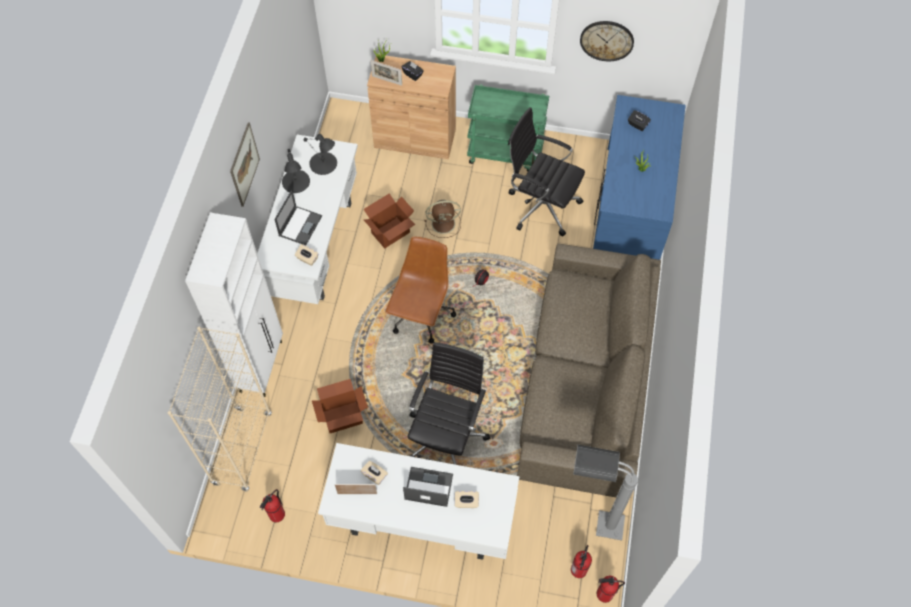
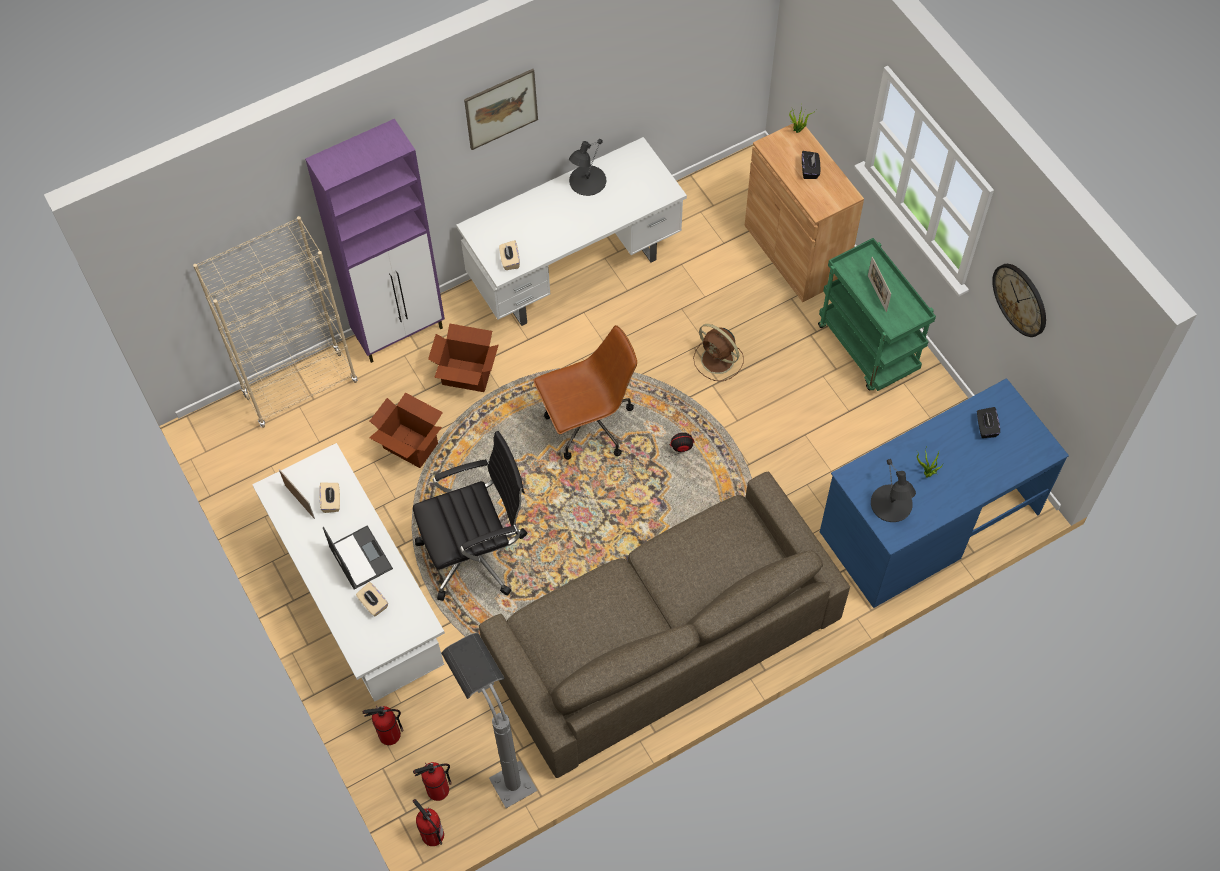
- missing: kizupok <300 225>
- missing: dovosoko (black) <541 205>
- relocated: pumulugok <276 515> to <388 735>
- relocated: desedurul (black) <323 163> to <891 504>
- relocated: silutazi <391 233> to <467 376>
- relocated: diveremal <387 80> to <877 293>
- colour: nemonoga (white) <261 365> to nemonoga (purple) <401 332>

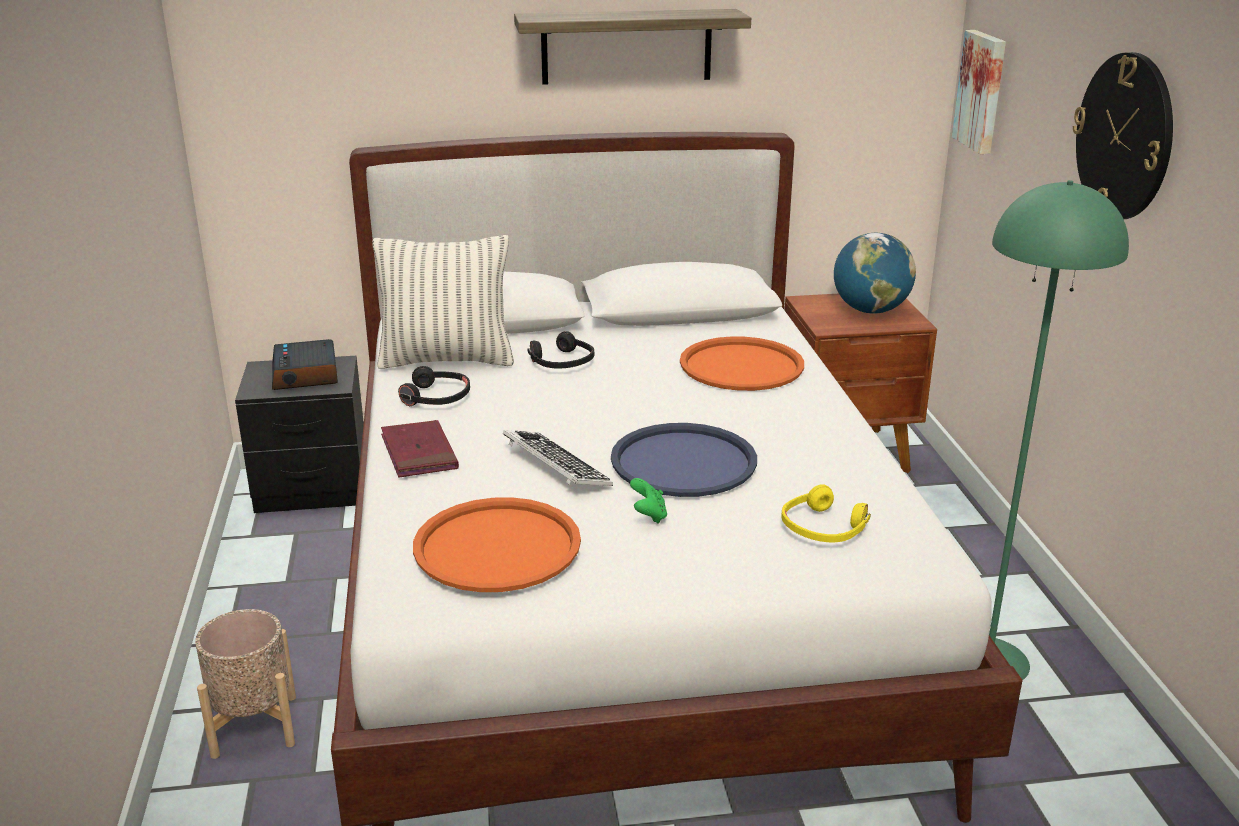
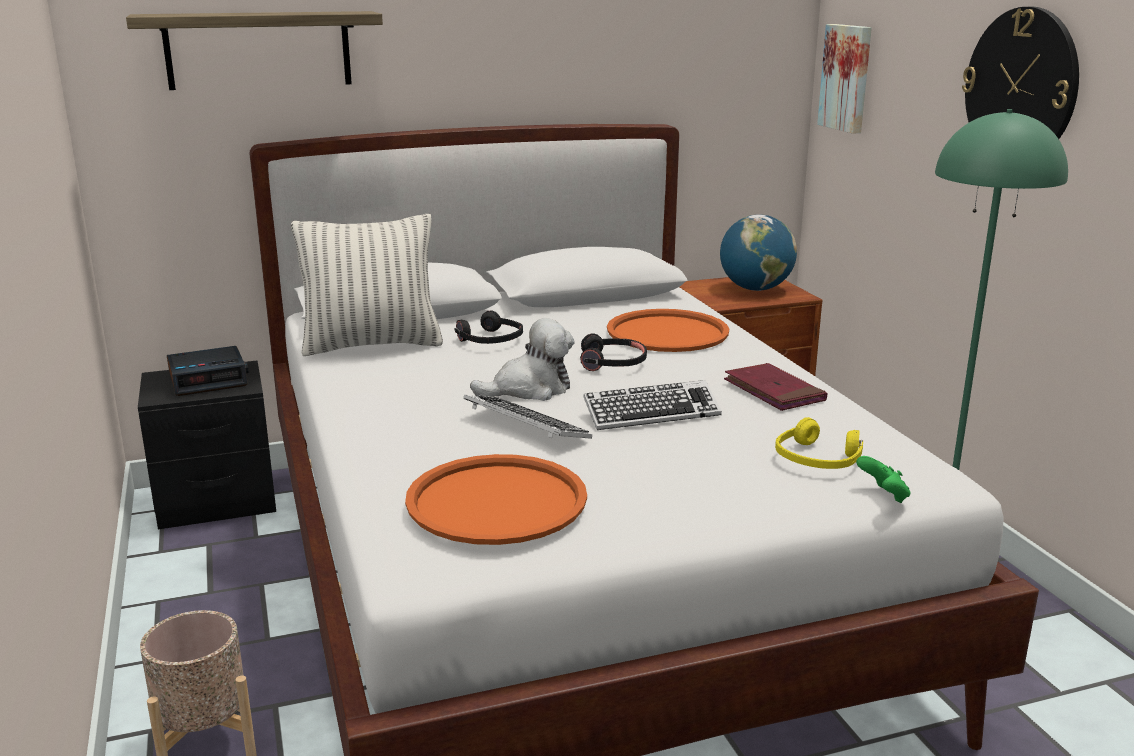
- appeared: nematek <529 389>
- relocated: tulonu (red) <419 453> to <774 391>
- relocated: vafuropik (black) <437 398> to <613 363>
- relocated: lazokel <626 46> to <258 50>
- relocated: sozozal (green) <648 515> to <883 496>
- exchanged: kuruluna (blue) <683 462> to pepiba <651 413>
- spun: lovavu <306 374> = <209 379> 90 degrees counterclockwise

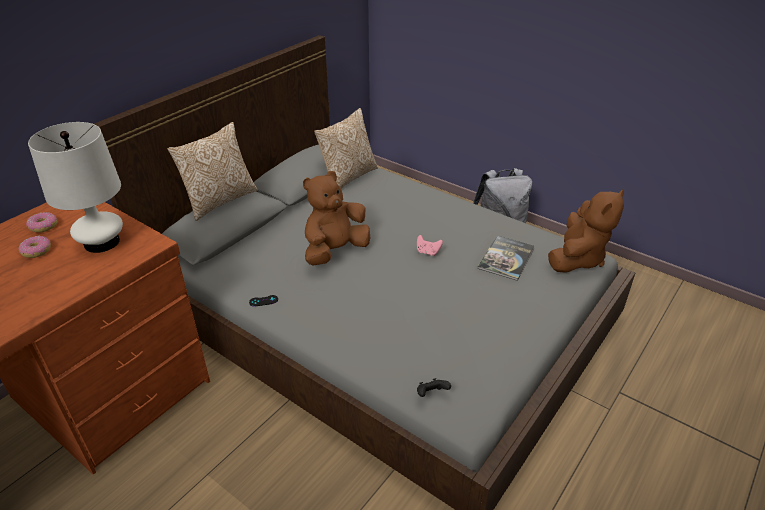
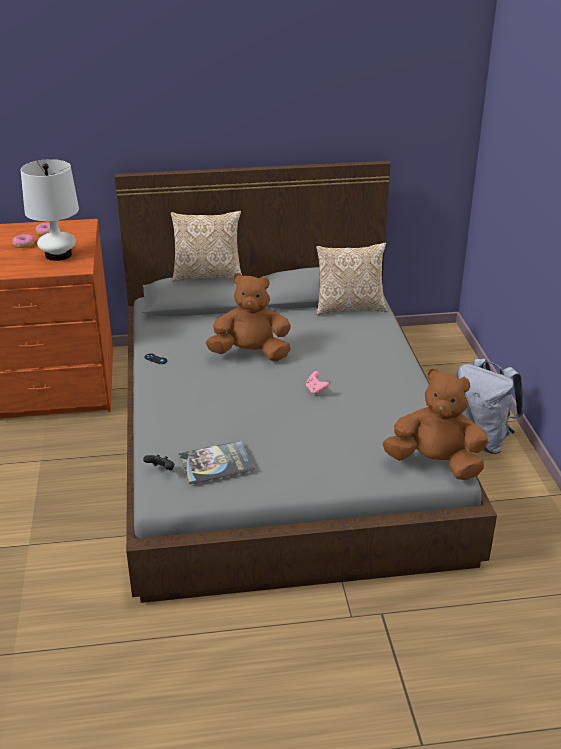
- relocated: tulonu <506 258> to <216 463>
- spun: nematek (brown) <577 258> = <435 463> 150 degrees counterclockwise

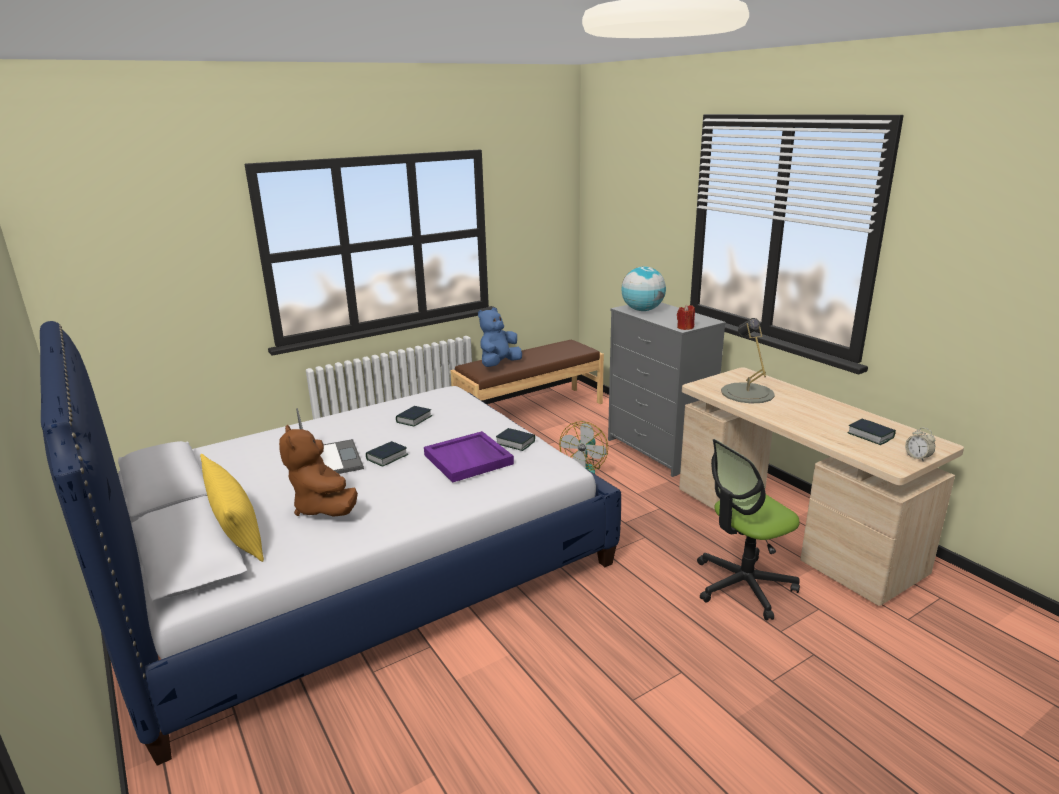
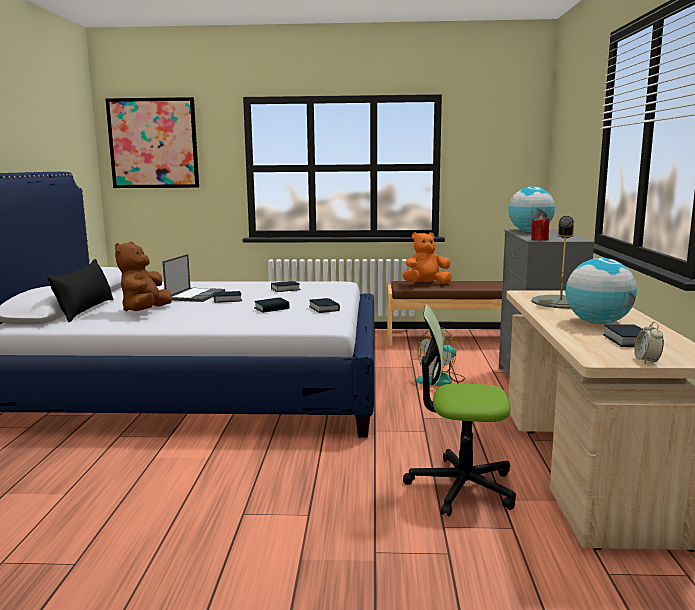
- appeared: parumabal <153 143>
- appeared: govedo <597 323>
- exchanged: kuruluna (purple) <469 459> to tulonu <271 308>
- colour: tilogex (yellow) <236 531> to tilogex (black) <85 310>
- colour: nematek (blue) <499 364> to nematek (orange) <426 284>

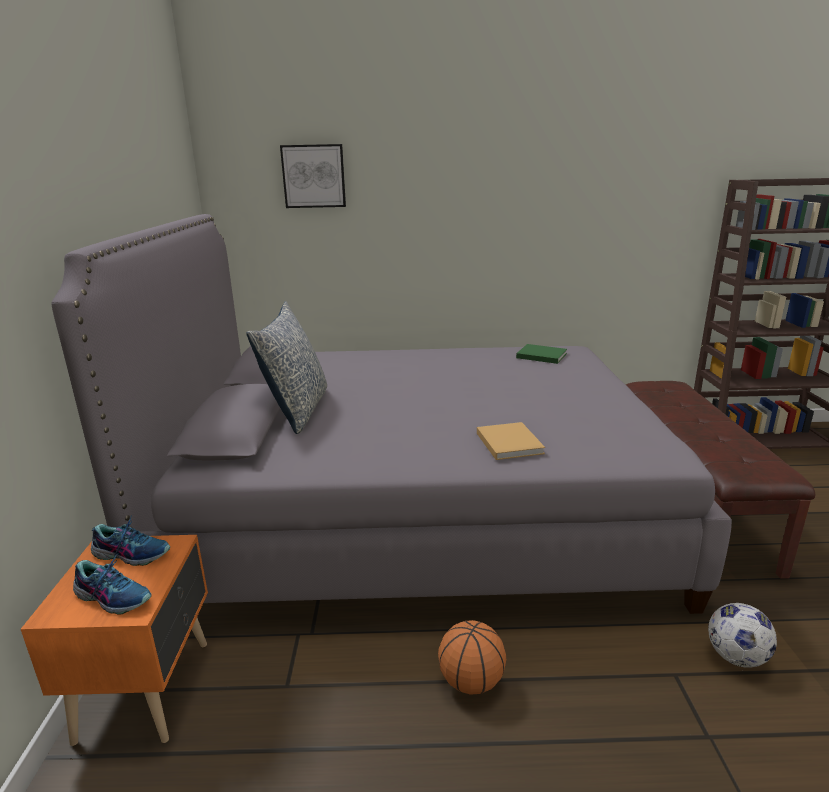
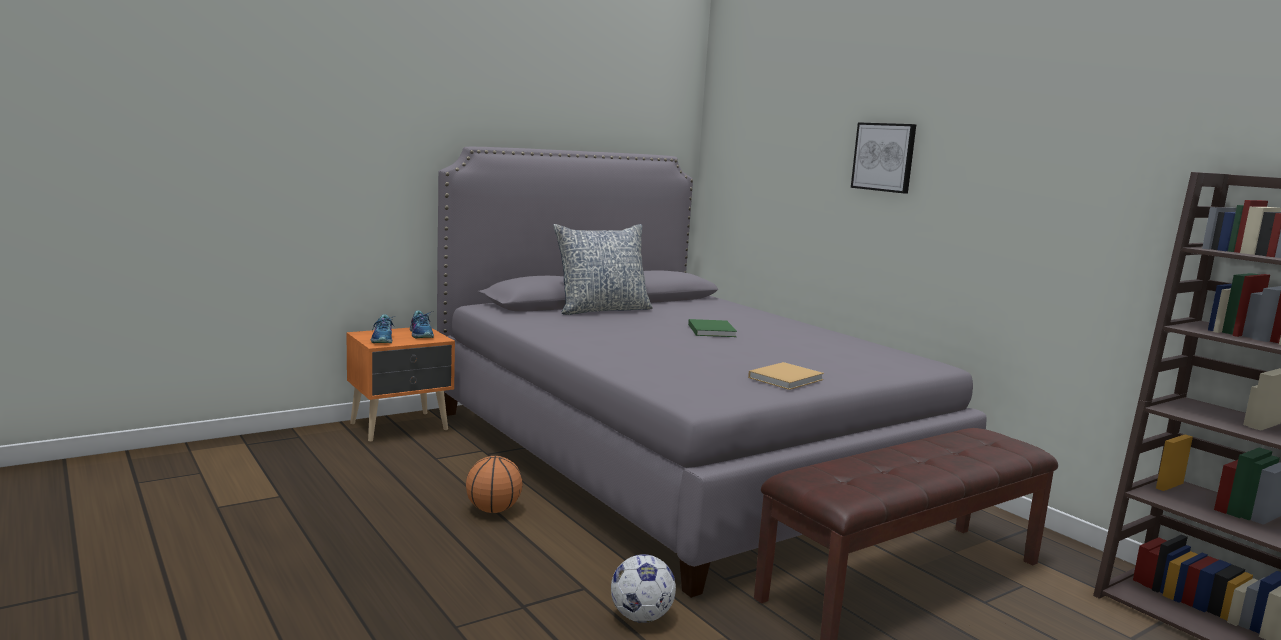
- relocated: parumabal <314 176> to <884 157>
- relocated: tulonu (beige) <508 442> to <787 378>
- relocated: tulonu (green) <540 355> to <711 330>

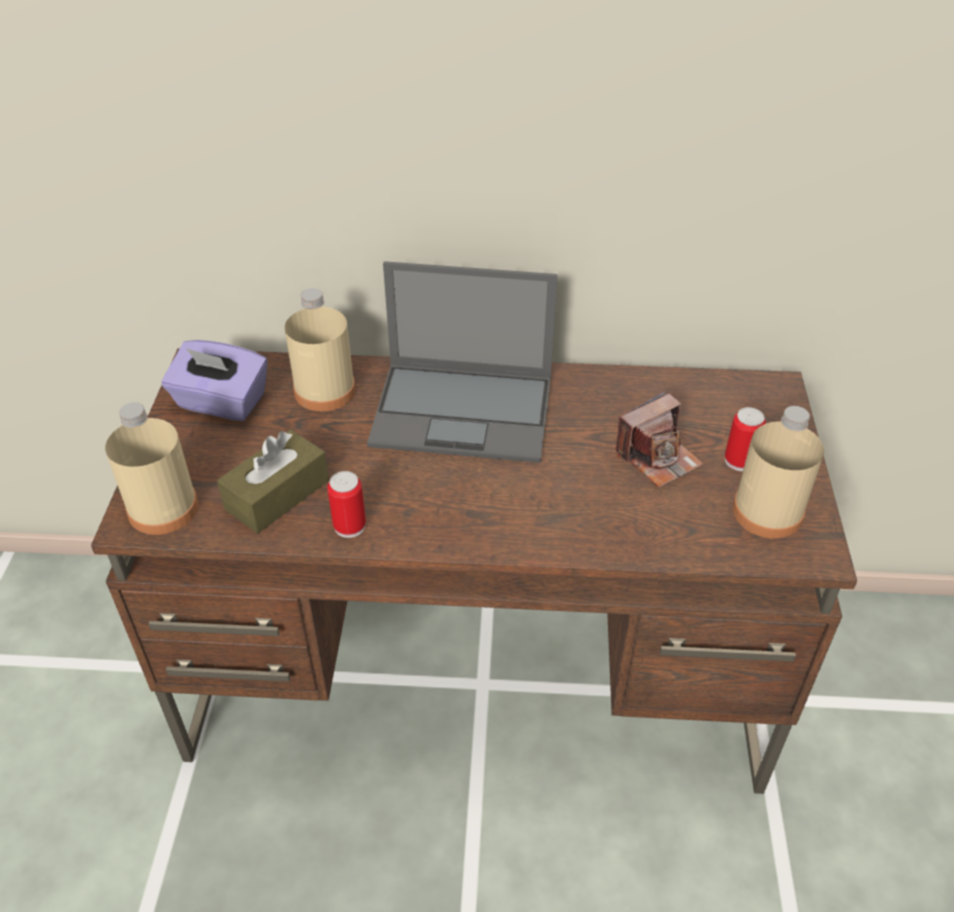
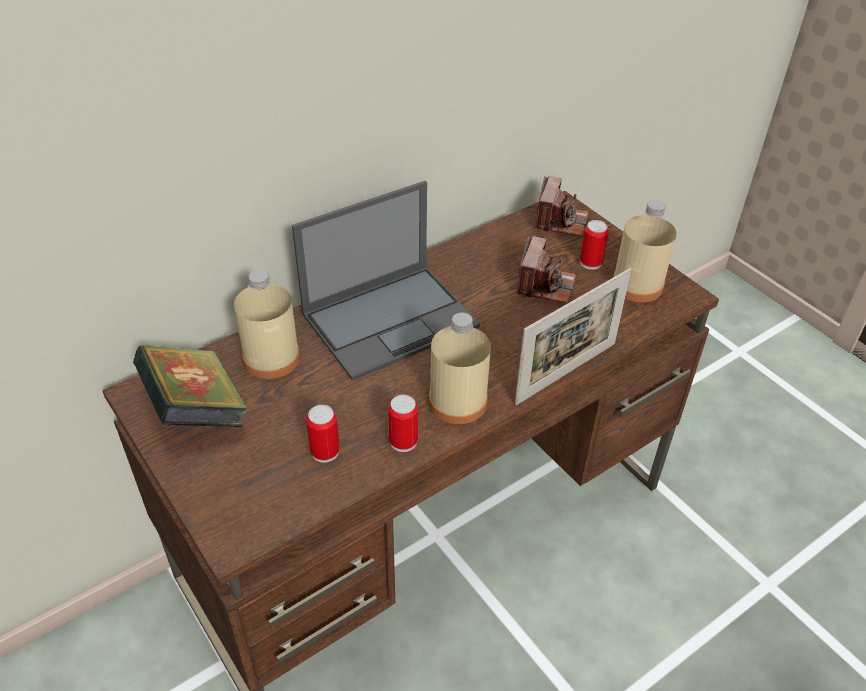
- appeared: diveremal <566 373>
- appeared: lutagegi <560 221>
- relocated: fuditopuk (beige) <163 508> to <457 402>
- exchanged: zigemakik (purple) <221 403> to tulonu <196 411>
- exchanged: zigemakik (brown) <277 495> to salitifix <325 451>

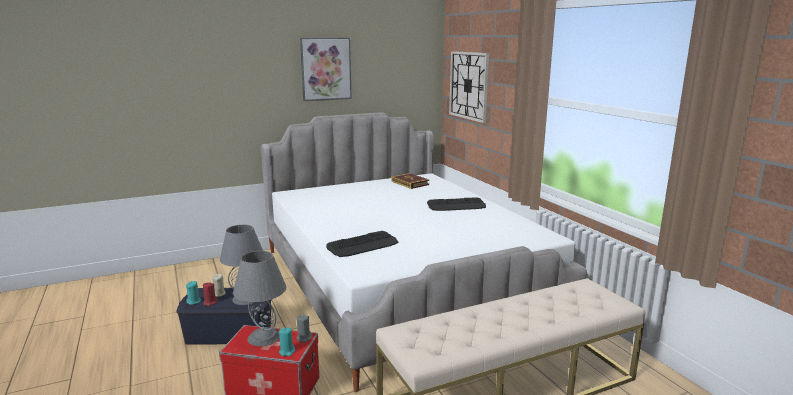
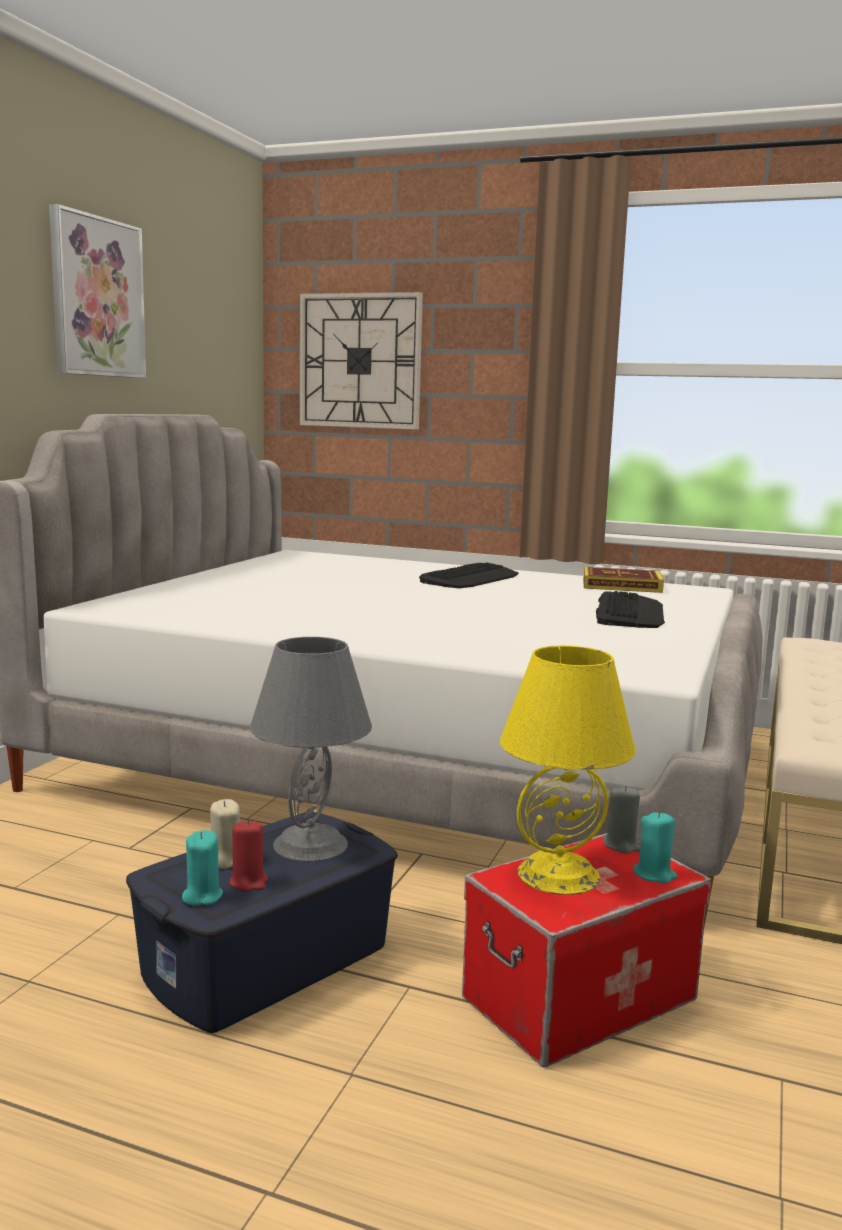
- relocated: pepiba <363 245> to <629 612>
- relocated: tulonu <410 183> to <621 585>
- colour: desedurul (grey) <264 337> to desedurul (yellow) <559 874>

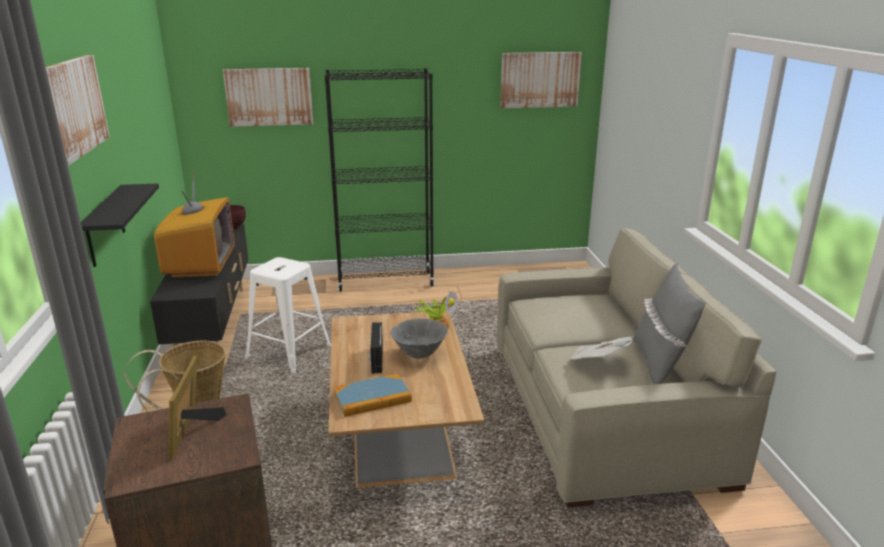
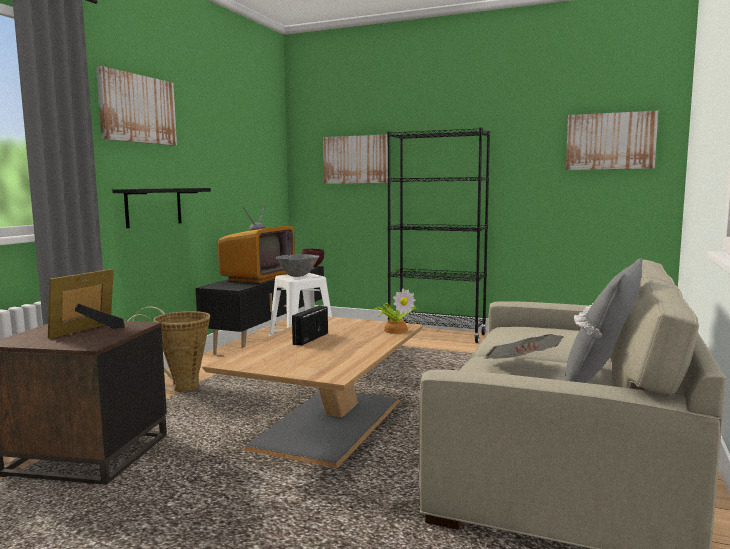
- missing: tulonu <372 398>
- relocated: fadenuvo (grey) <419 354> to <297 276>

